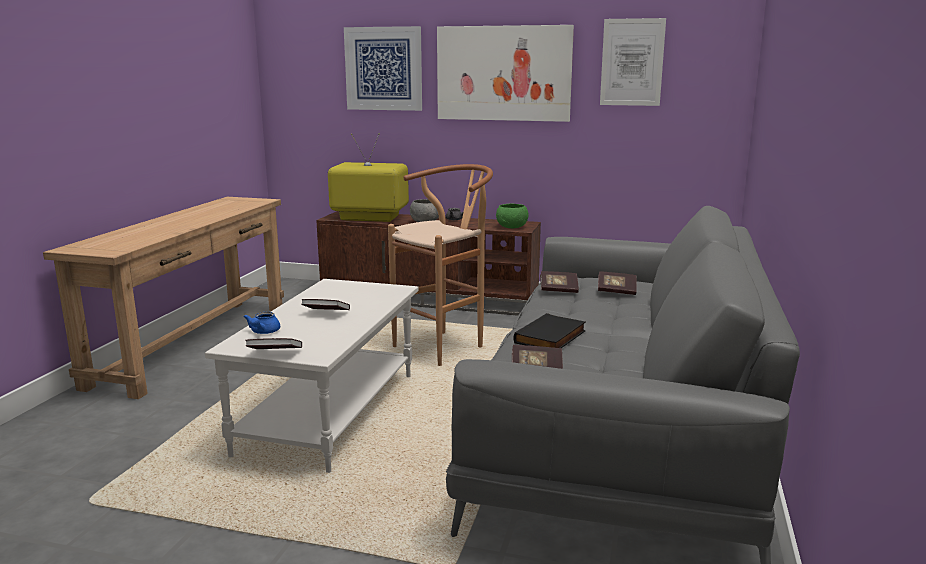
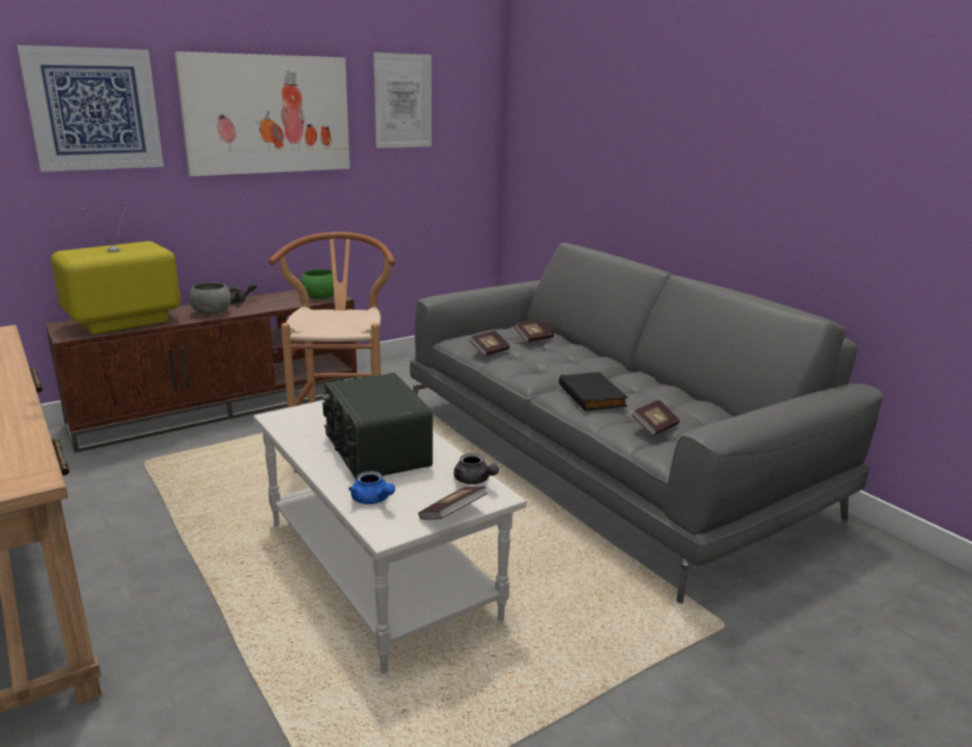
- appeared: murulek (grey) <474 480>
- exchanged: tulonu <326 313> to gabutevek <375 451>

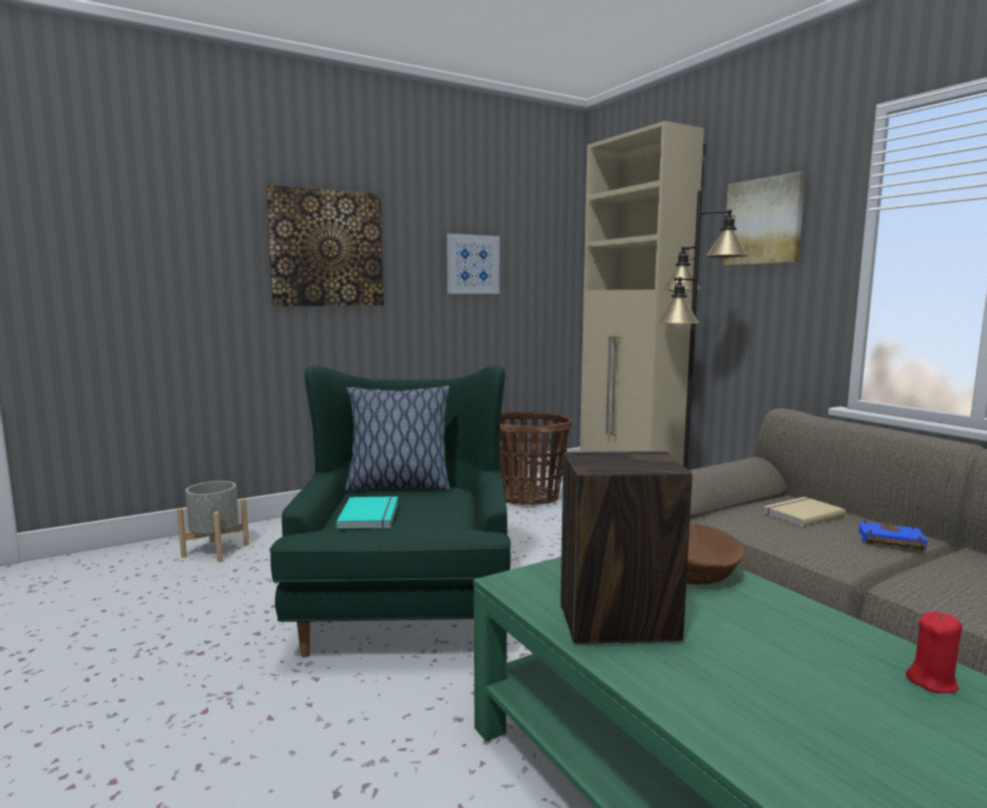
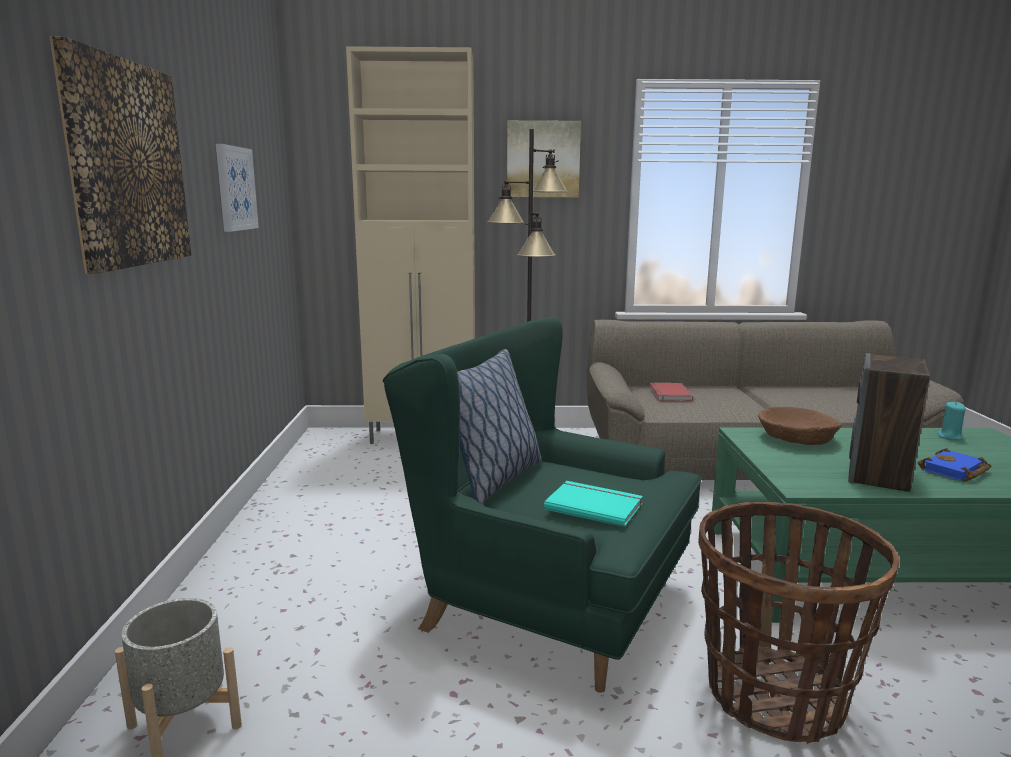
- relocated: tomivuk <528 497> to <774 694>
- relocated: tulonu (blue) <889 541> to <955 471>
- colour: tulonu (beige) <801 514> to tulonu (red) <668 394>
- colour: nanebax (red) <932 681> to nanebax (turquoise) <949 437>

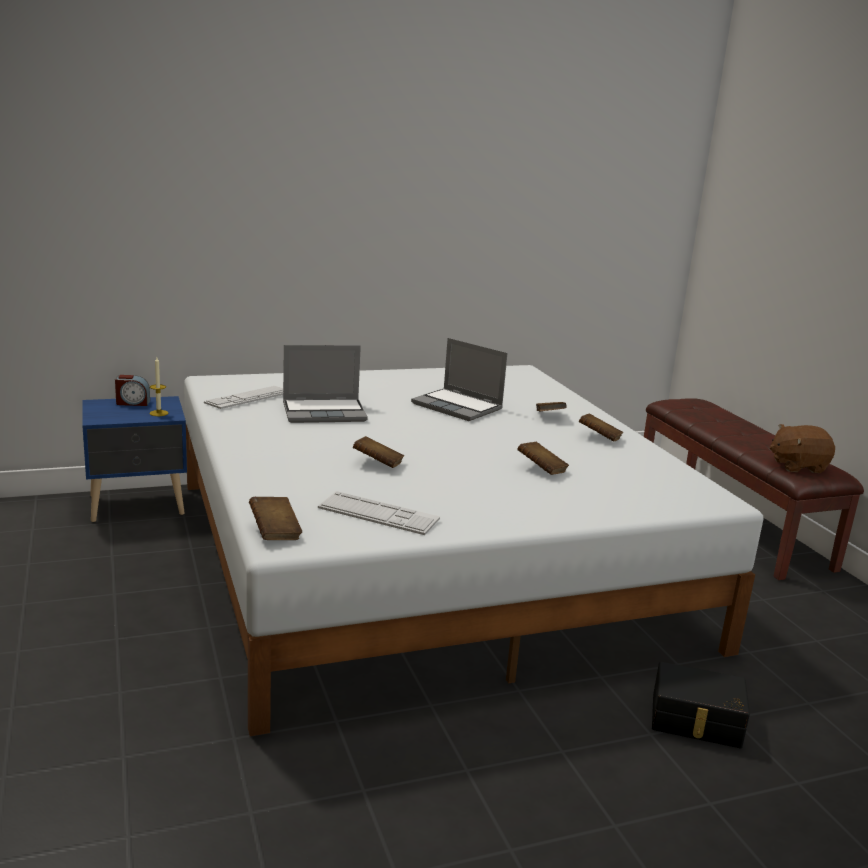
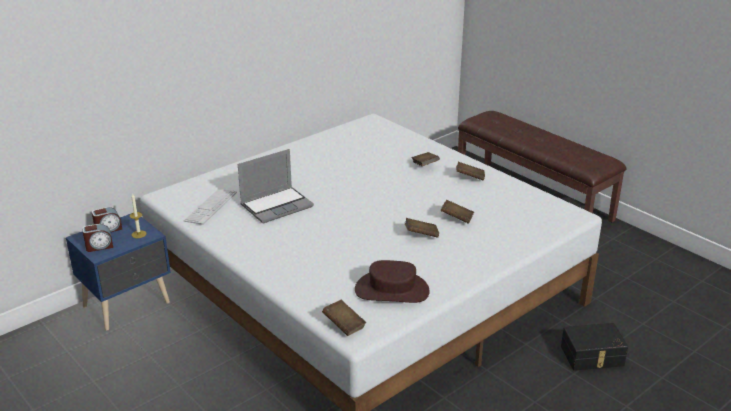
- missing: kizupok <458 407>
- missing: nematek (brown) <797 466>
- appeared: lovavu <99 246>
- relocated: tulonu (brown) <378 464> to <421 235>
- exchanged: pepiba <378 514> to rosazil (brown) <392 290>

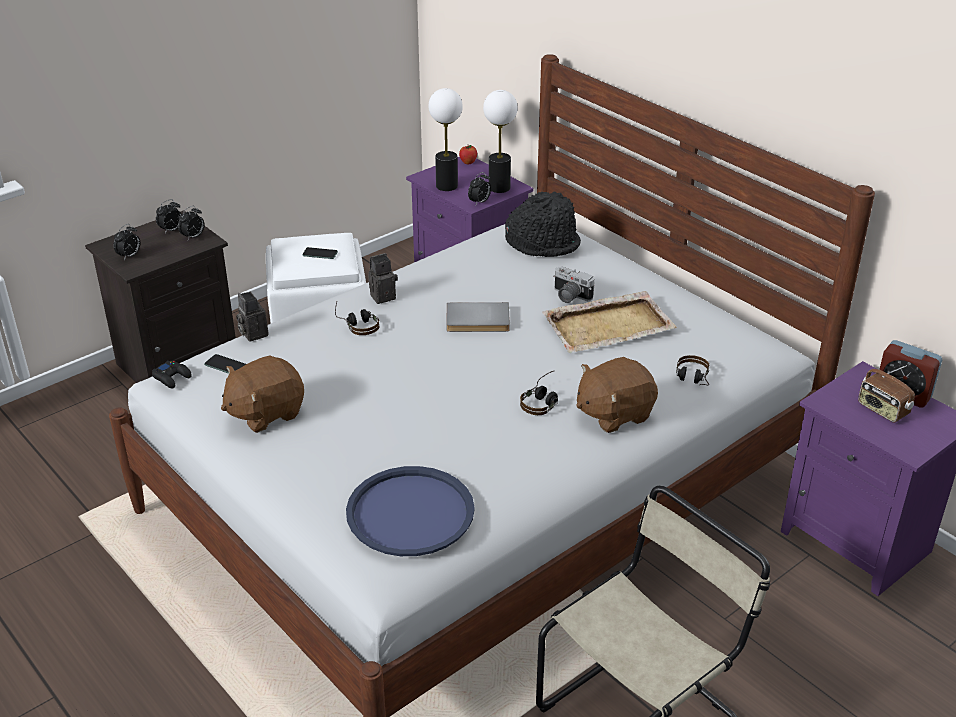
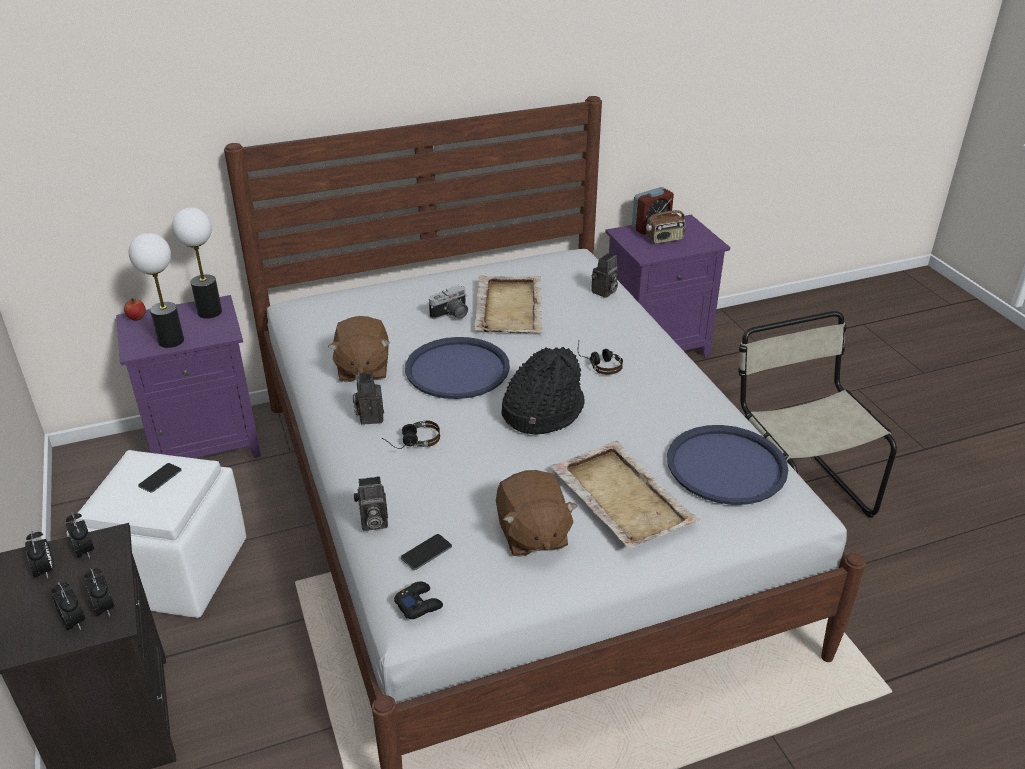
- appeared: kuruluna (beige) <621 496>
- relocated: lovavu <479 202> to <105 608>
- relocated: rosazil (black) <543 243> to <542 411>
- relocated: nematek (brown) <614 413> to <362 369>
- exchanged: tulonu (grey) <477 321> to kuruluna (blue) <457 369>
- exchanged: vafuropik <692 380> to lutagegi <604 292>

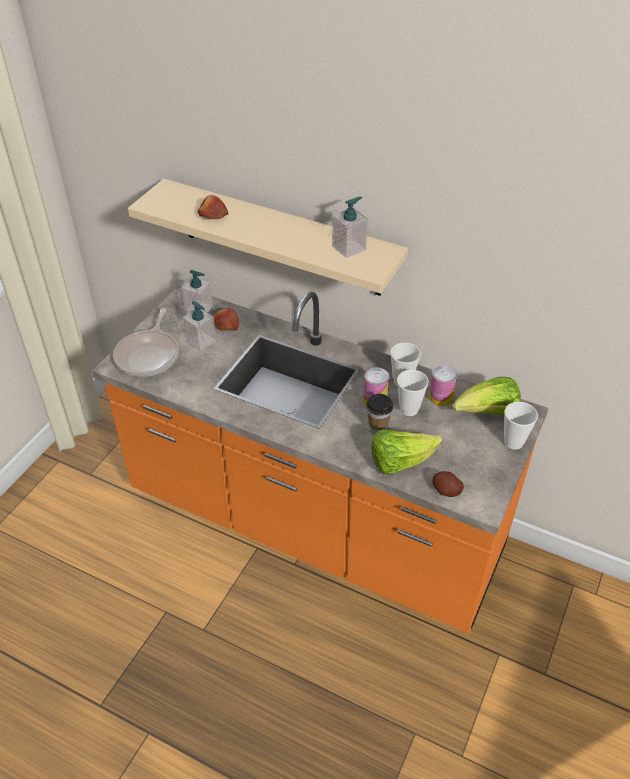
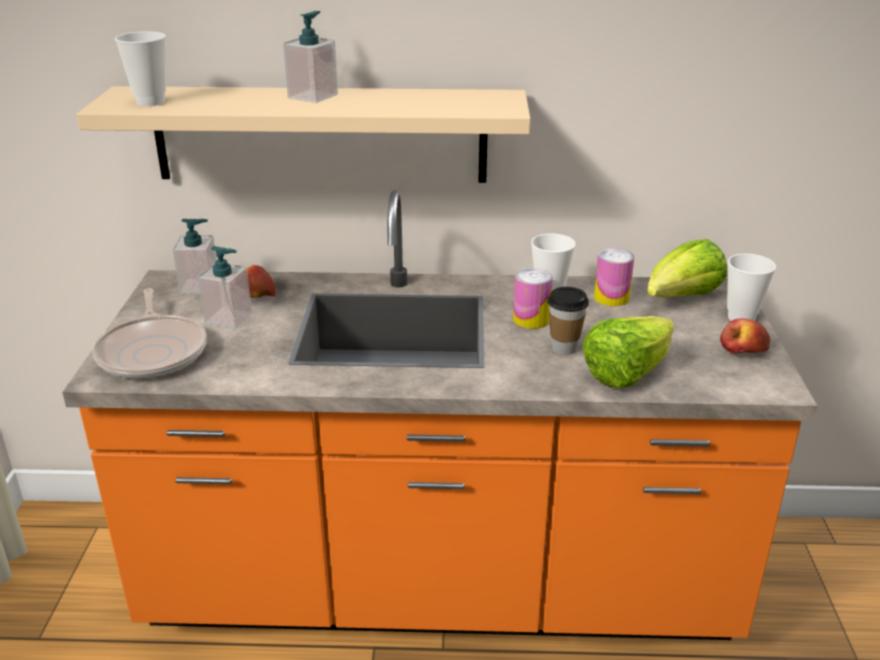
- missing: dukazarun <446 490>
- relocated: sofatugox <213 216> to <743 350>
- relocated: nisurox <349 248> to <313 96>
- relocated: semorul <409 409> to <150 102>

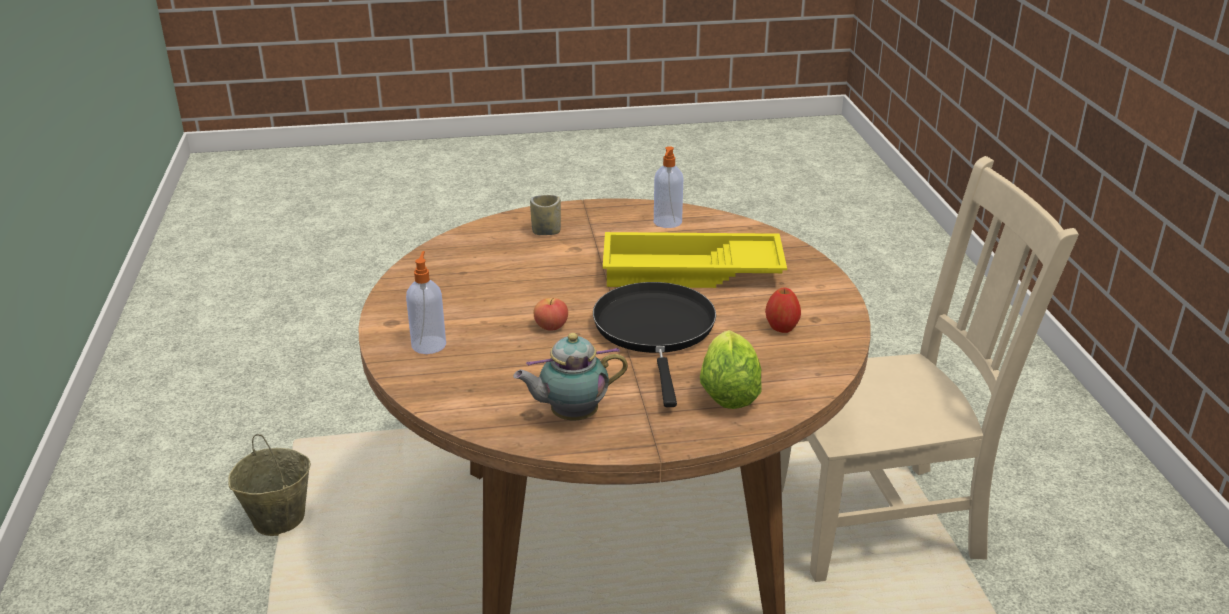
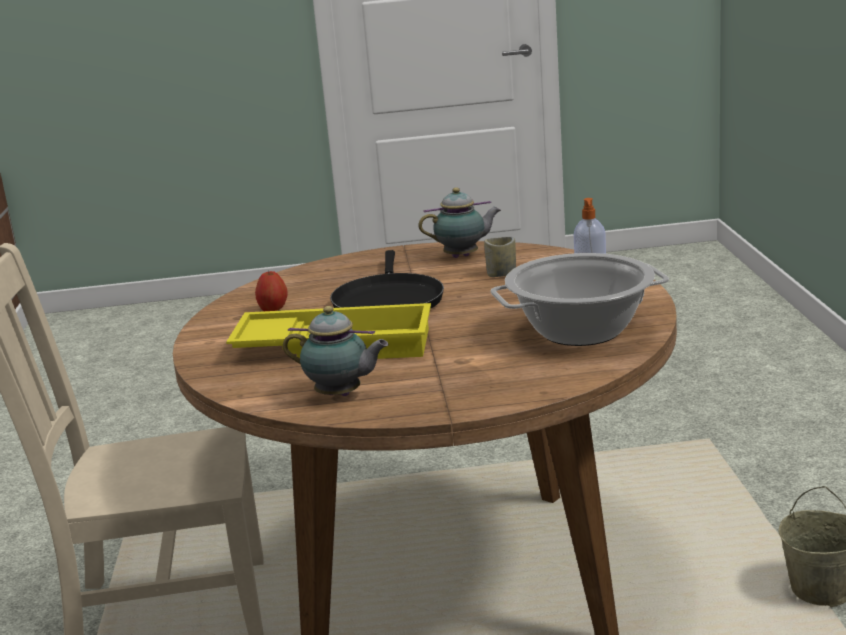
- missing: sofatugox <551 326>
- missing: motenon <728 389>
- appeared: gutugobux <581 331>
- relocated: semorul <546 231> to <501 274>
- exchanged: nisurox <667 222> to murulek <341 395>

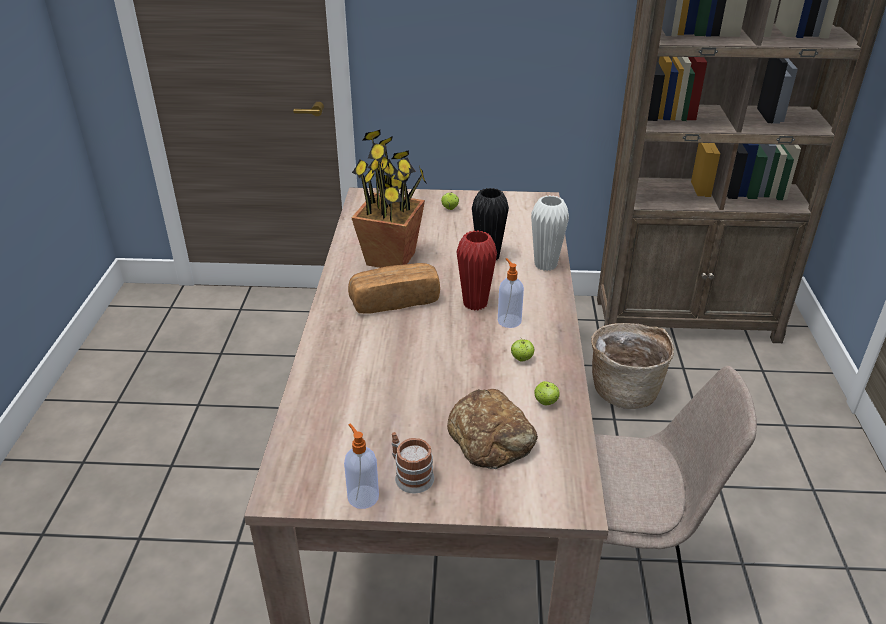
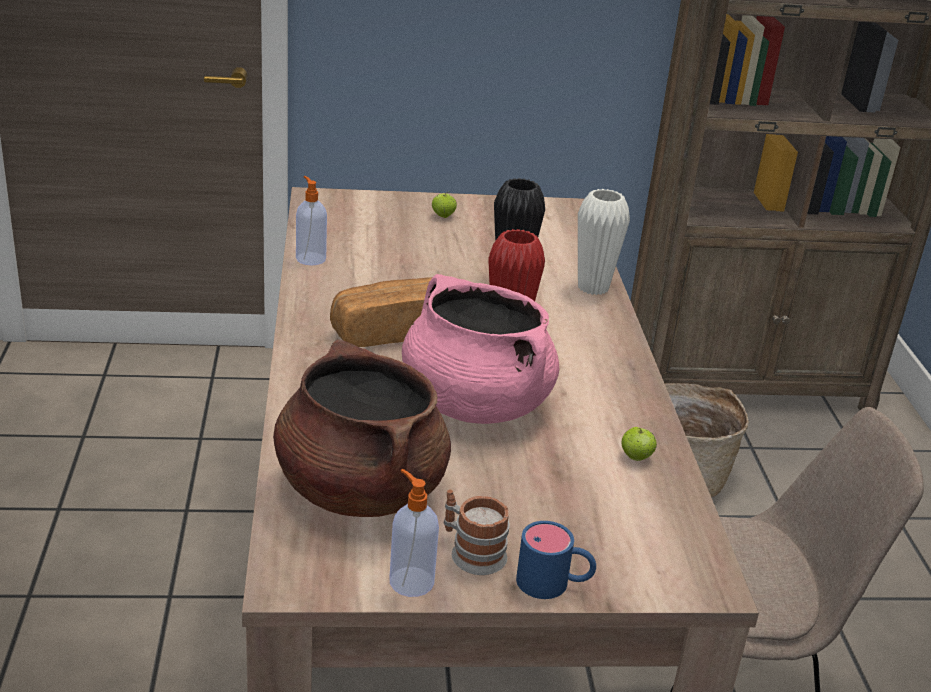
- missing: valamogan <391 258>
- missing: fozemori <492 436>
- missing: sofatugox <522 359>
- appeared: gutugobux (brown) <359 489>
- appeared: gutugobux (pink) <474 403>
- appeared: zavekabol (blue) <554 584>
- relocated: nisurox <509 320> to <310 258>

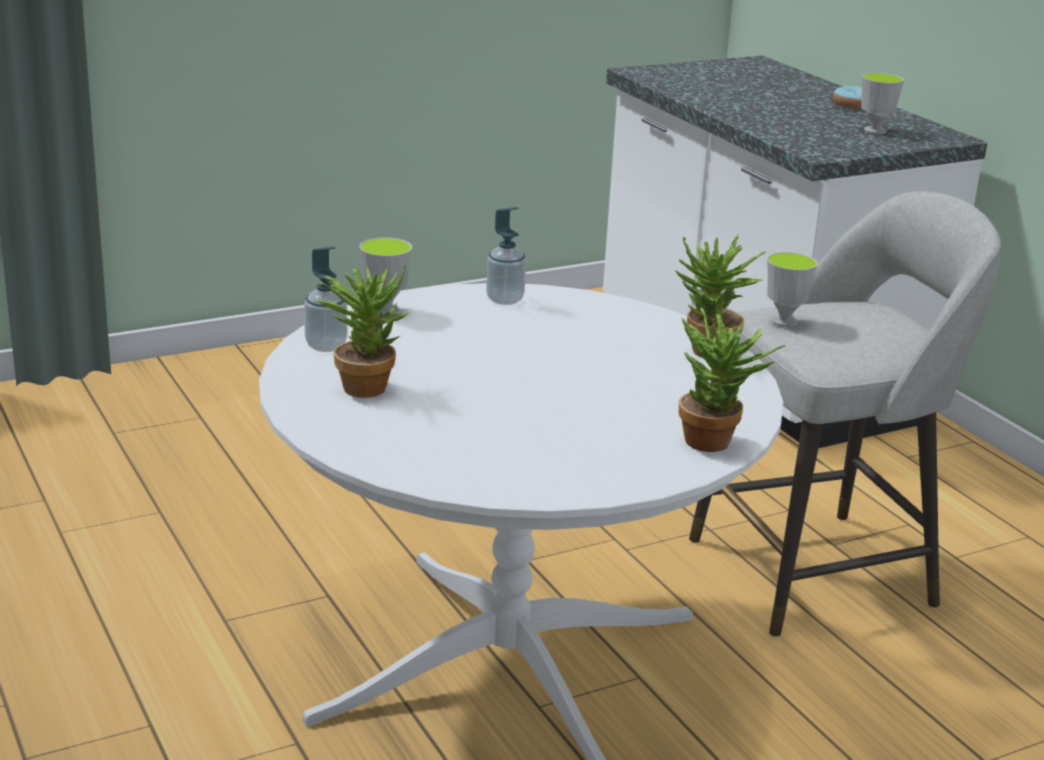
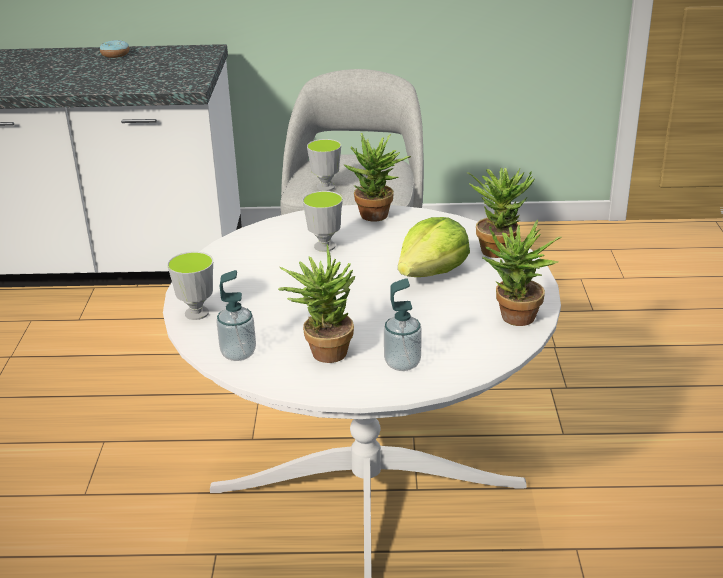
- appeared: motenon <432 272>
- appeared: valamogan <514 320>
- relocated: nisurox <505 299> to <402 363>
- relocated: semorul <875 131> to <324 246>

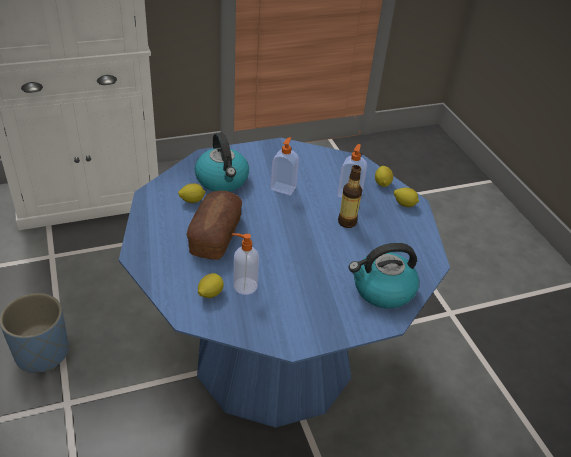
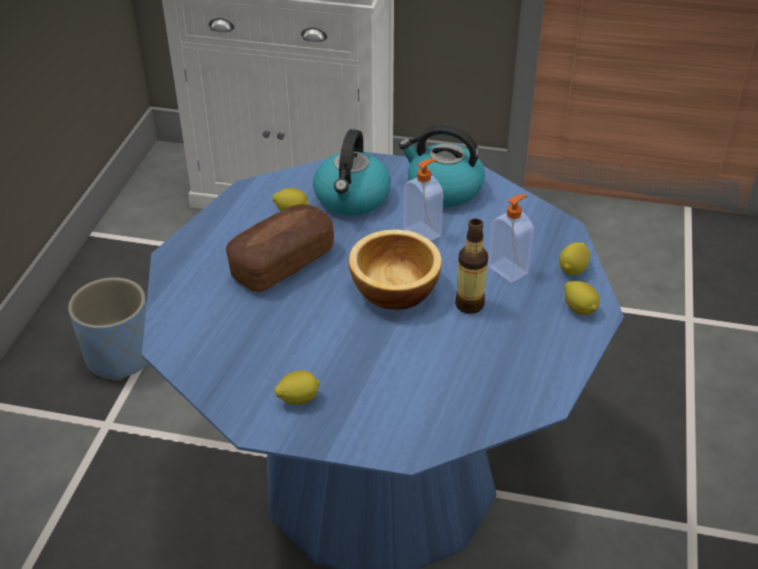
- missing: nisurox <244 286>
- appeared: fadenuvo <393 288>
- relocated: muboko <210 294> to <298 399>
- relocated: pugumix <382 290> to <443 189>

